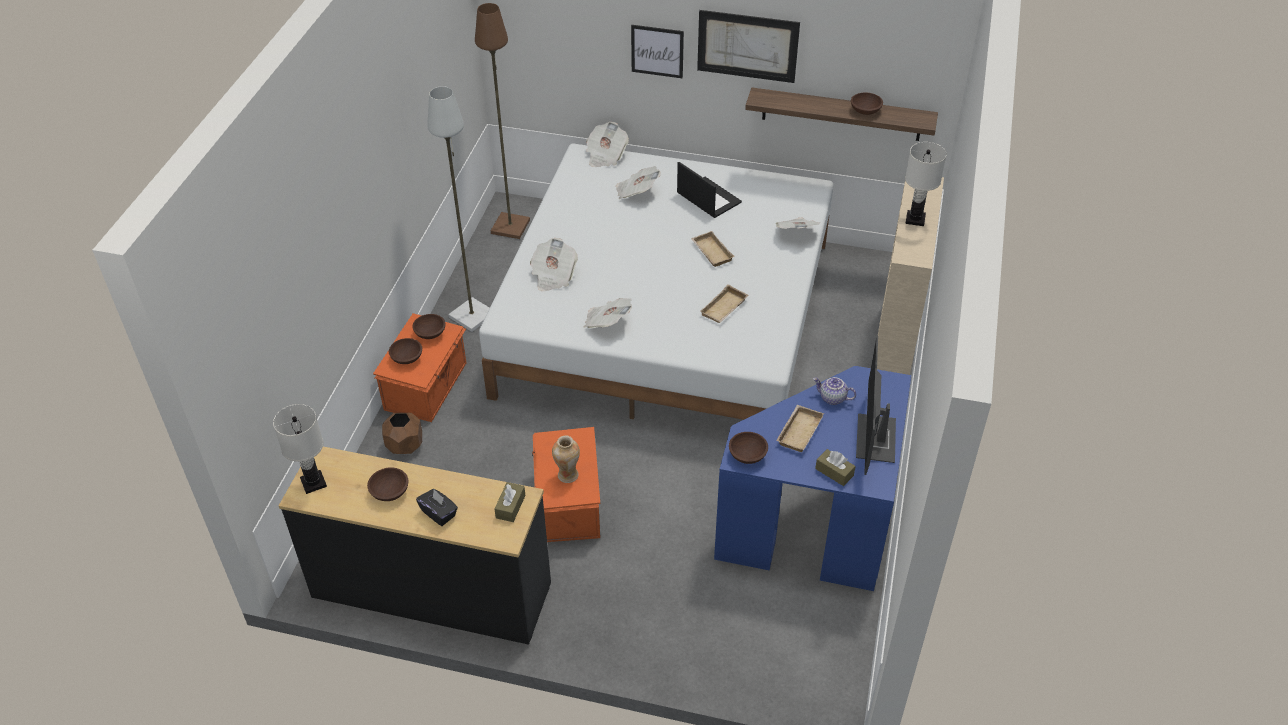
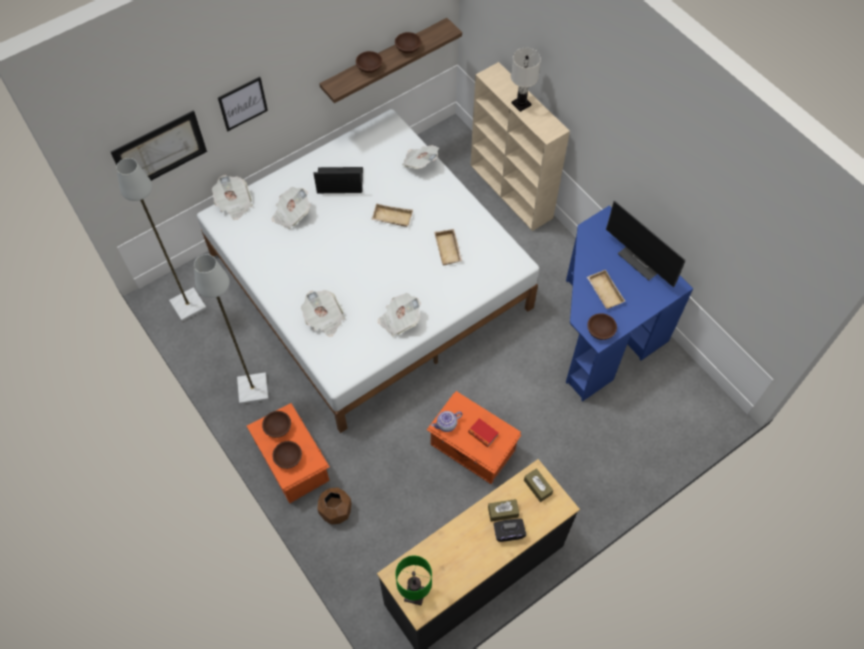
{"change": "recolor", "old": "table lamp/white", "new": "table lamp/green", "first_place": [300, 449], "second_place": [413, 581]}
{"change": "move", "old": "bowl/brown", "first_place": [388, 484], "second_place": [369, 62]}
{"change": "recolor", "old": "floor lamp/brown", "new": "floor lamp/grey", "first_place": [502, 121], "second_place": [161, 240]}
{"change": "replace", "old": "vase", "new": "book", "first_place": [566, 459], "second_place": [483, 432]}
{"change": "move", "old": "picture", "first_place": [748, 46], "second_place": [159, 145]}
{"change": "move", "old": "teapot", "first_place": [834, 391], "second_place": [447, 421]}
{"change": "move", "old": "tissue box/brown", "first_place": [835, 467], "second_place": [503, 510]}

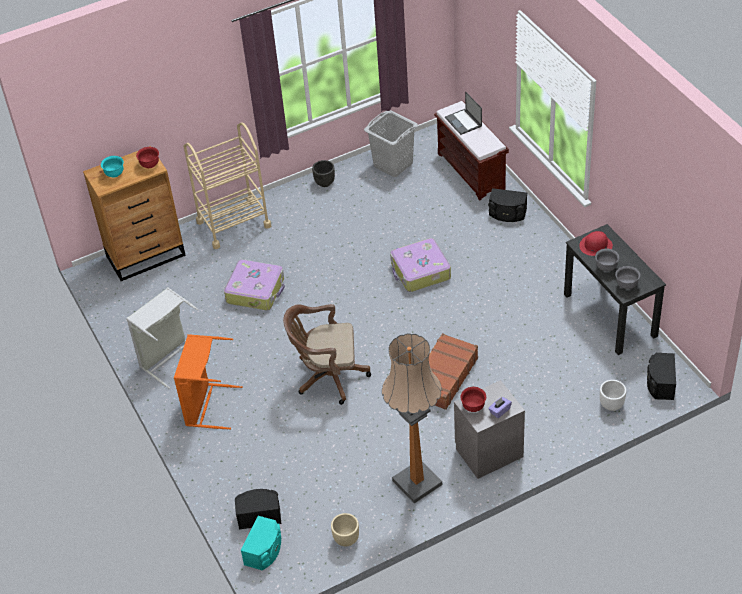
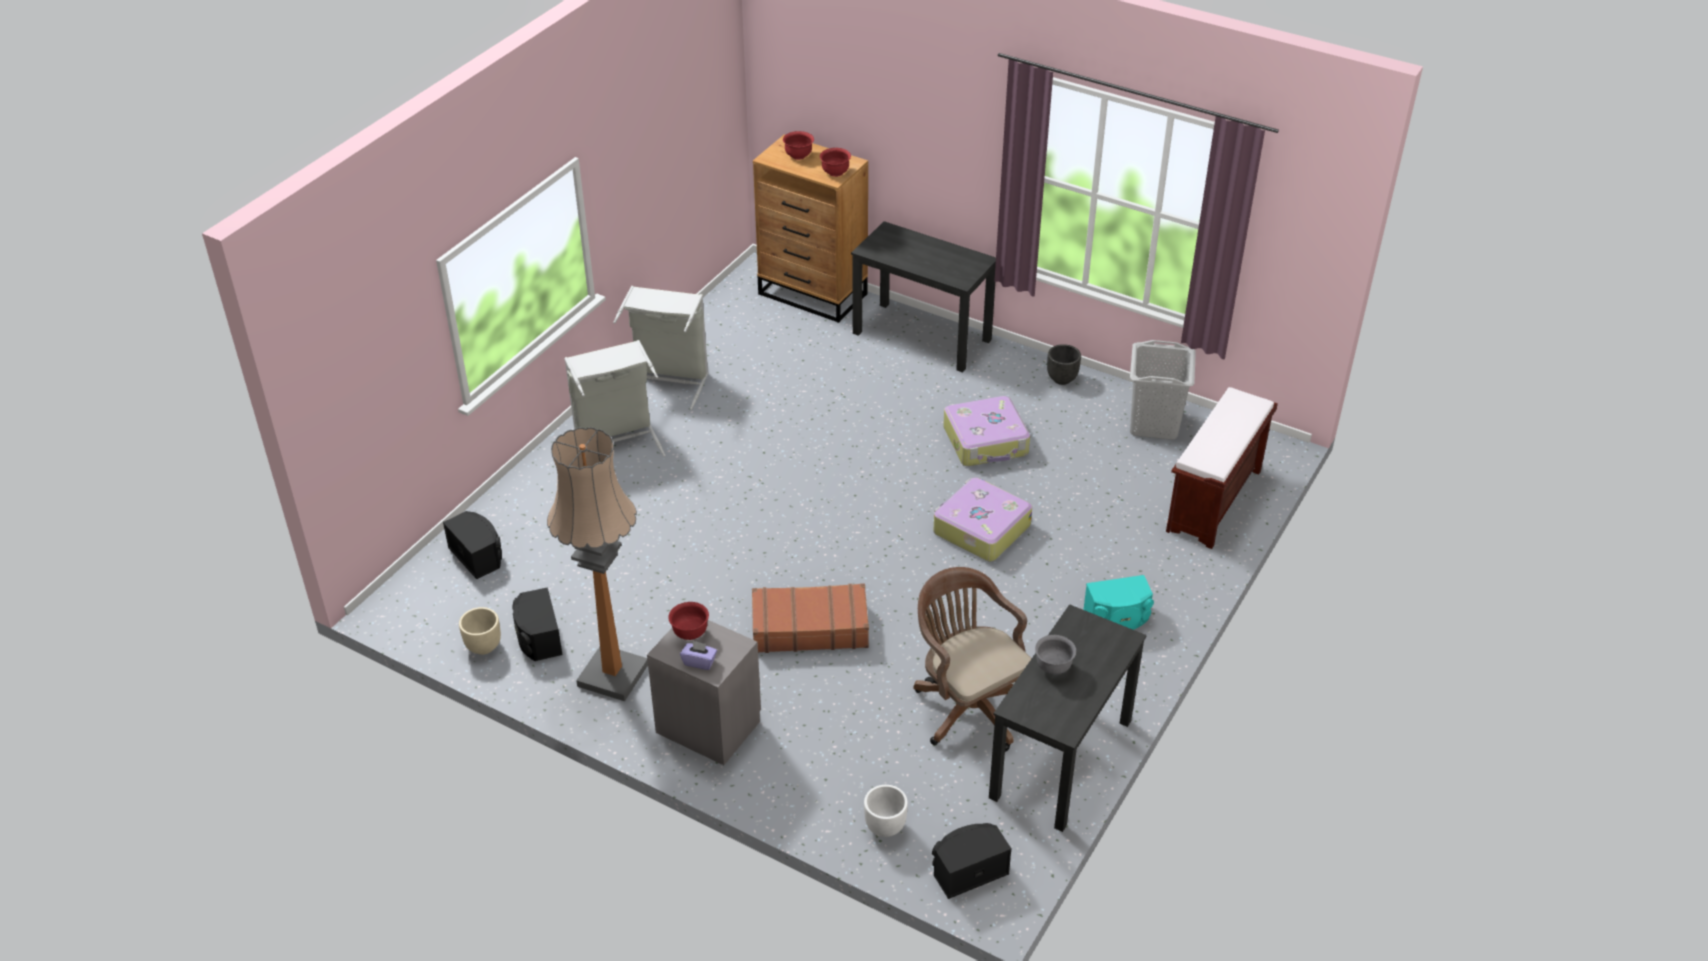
{"change": "recolor", "old": "bowl/turquoise", "new": "bowl/red", "first_place": [112, 167], "second_place": [798, 145]}
{"change": "recolor", "old": "laundry basket/orange", "new": "laundry basket/grey", "first_place": [208, 381], "second_place": [615, 398]}
{"change": "replace", "old": "cart/beige", "new": "desk/black", "first_place": [227, 185], "second_place": [923, 297]}
{"change": "move", "old": "suitcase", "first_place": [254, 285], "second_place": [986, 431]}
{"change": "move", "old": "speaker/turquoise", "first_place": [261, 543], "second_place": [1118, 602]}
{"change": "move", "old": "office chair/brown", "first_place": [327, 354], "second_place": [972, 659]}
{"change": "delete", "old": "laptop", "first_place": [463, 113]}
{"change": "move", "old": "speaker/black", "first_place": [507, 205], "second_place": [537, 624]}
{"change": "delete", "old": "hat/red", "first_place": [596, 243]}
{"change": "delete", "old": "bowl/grey", "first_place": [627, 277]}

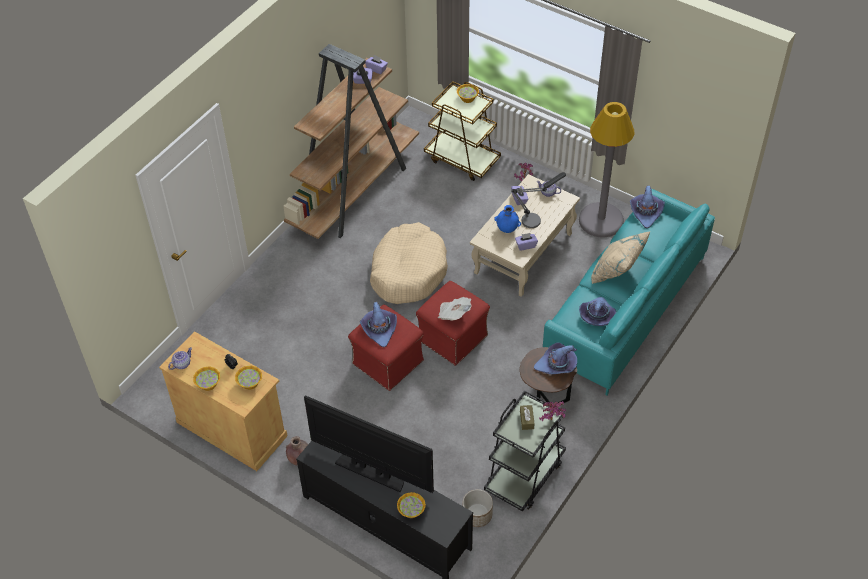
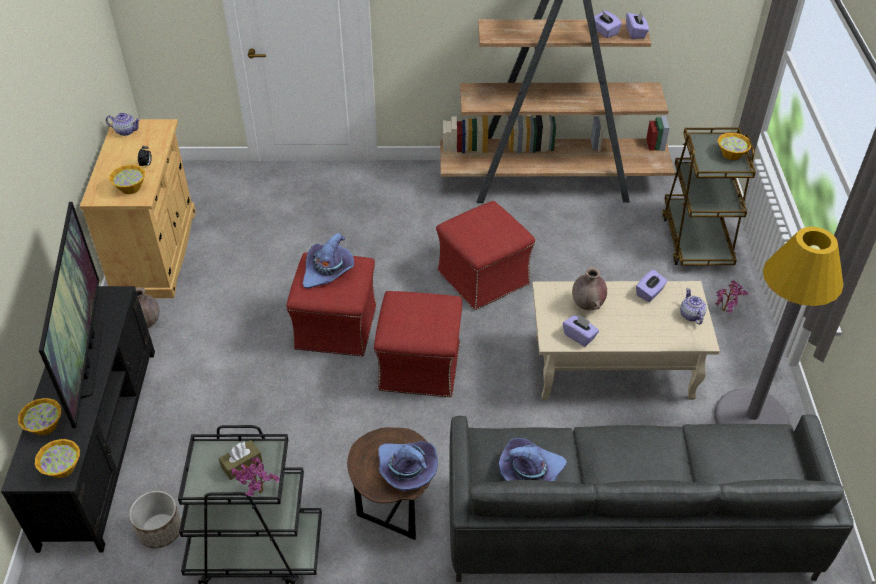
{"change": "move", "old": "bowl", "first_place": [206, 378], "second_place": [57, 458]}
{"change": "replace", "old": "dog bed/beige", "new": "ottoman/red", "first_place": [409, 263], "second_place": [485, 255]}
{"change": "delete", "old": "newspaper", "first_place": [454, 309]}
{"change": "recolor", "old": "vase/blue", "new": "vase/brown", "first_place": [507, 219], "second_place": [589, 288]}
{"change": "delete", "old": "table lamp", "first_place": [539, 200]}
{"change": "recolor", "old": "sofa/turquoise", "new": "sofa/grey", "first_place": [629, 292], "second_place": [651, 498]}
{"change": "delete", "old": "pillow/beige", "first_place": [621, 257]}
{"change": "delete", "old": "hat/purple", "first_place": [647, 206]}

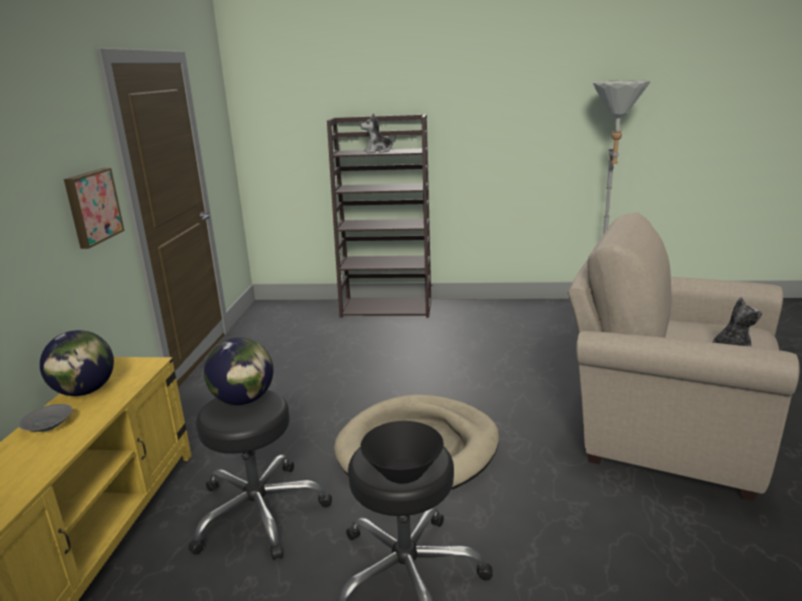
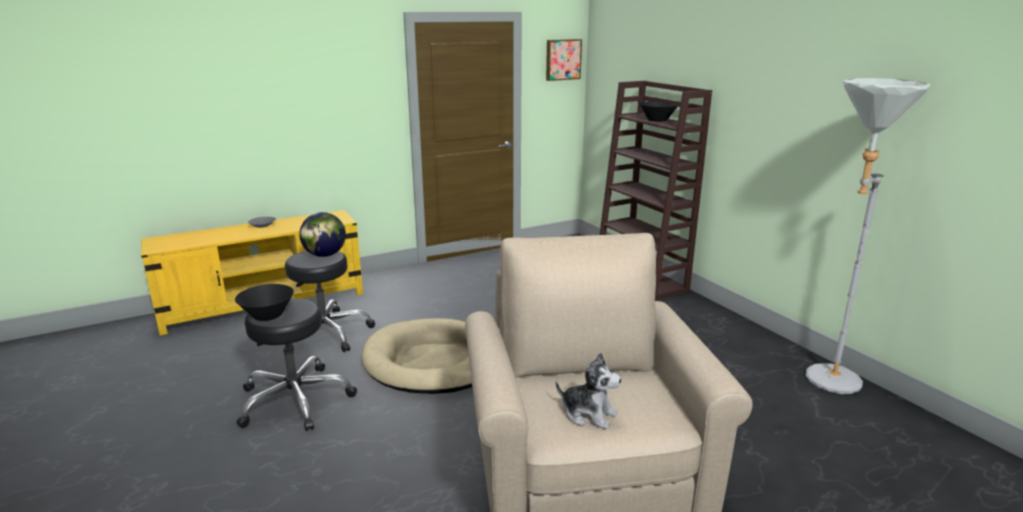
{"change": "delete", "old": "globe", "first_place": [77, 363]}
{"change": "move", "old": "picture", "first_place": [94, 208], "second_place": [564, 60]}
{"change": "replace", "old": "plush toy", "new": "bowl/black", "first_place": [378, 133], "second_place": [659, 111]}

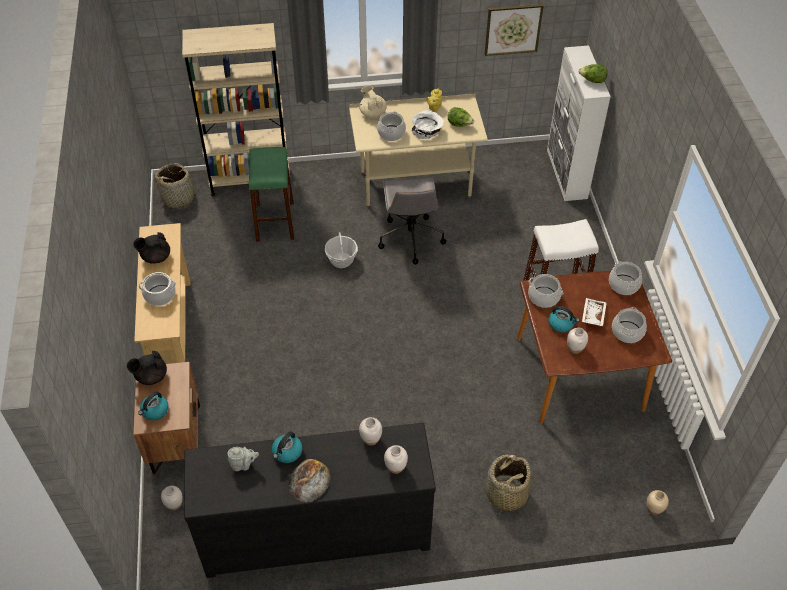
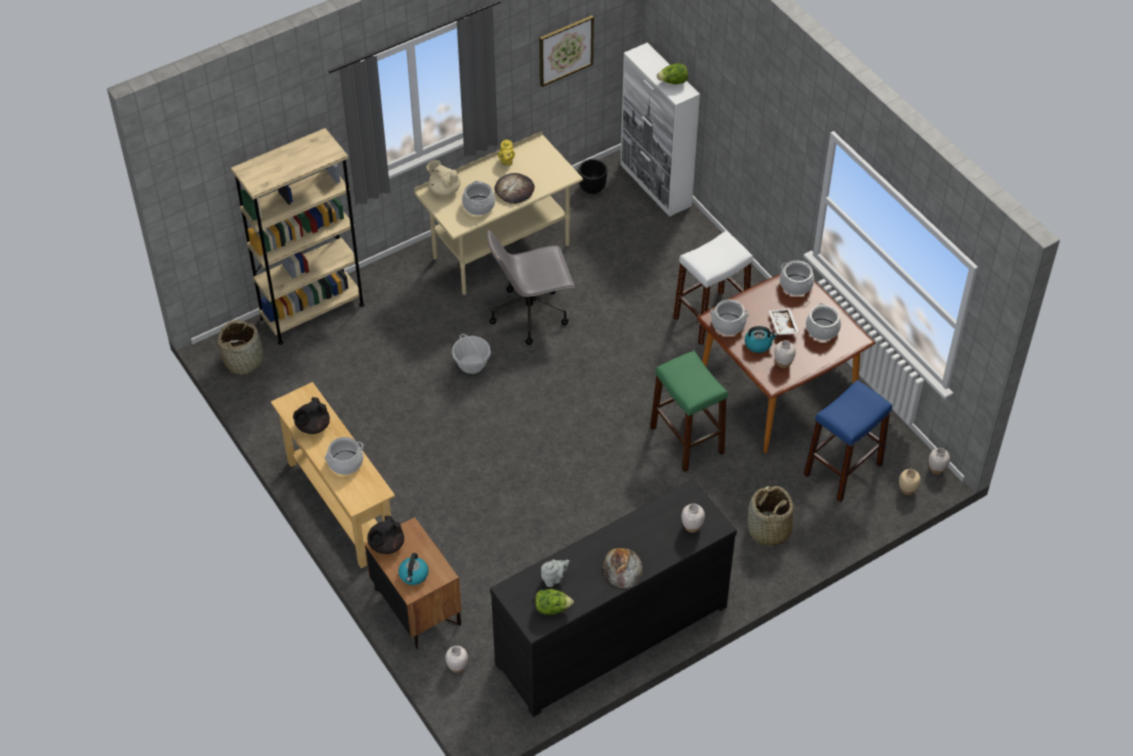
{"change": "move", "old": "stool/green", "first_place": [272, 194], "second_place": [689, 411]}
{"change": "delete", "old": "kettle", "first_place": [287, 447]}
{"change": "move", "old": "vase/white", "first_place": [370, 431], "second_place": [939, 461]}
{"change": "rotate", "old": "office chair/grey", "first_place": [412, 221], "second_place": [530, 287], "degrees": 105}
{"change": "replace", "old": "bowl/white", "new": "bread", "first_place": [428, 124], "second_place": [515, 188]}
{"change": "move", "old": "lettuce", "first_place": [461, 117], "second_place": [554, 602]}
{"change": "insert", "new": "planter/black", "second_place": [592, 176]}
{"change": "insert", "new": "stool/blue", "second_place": [848, 441]}

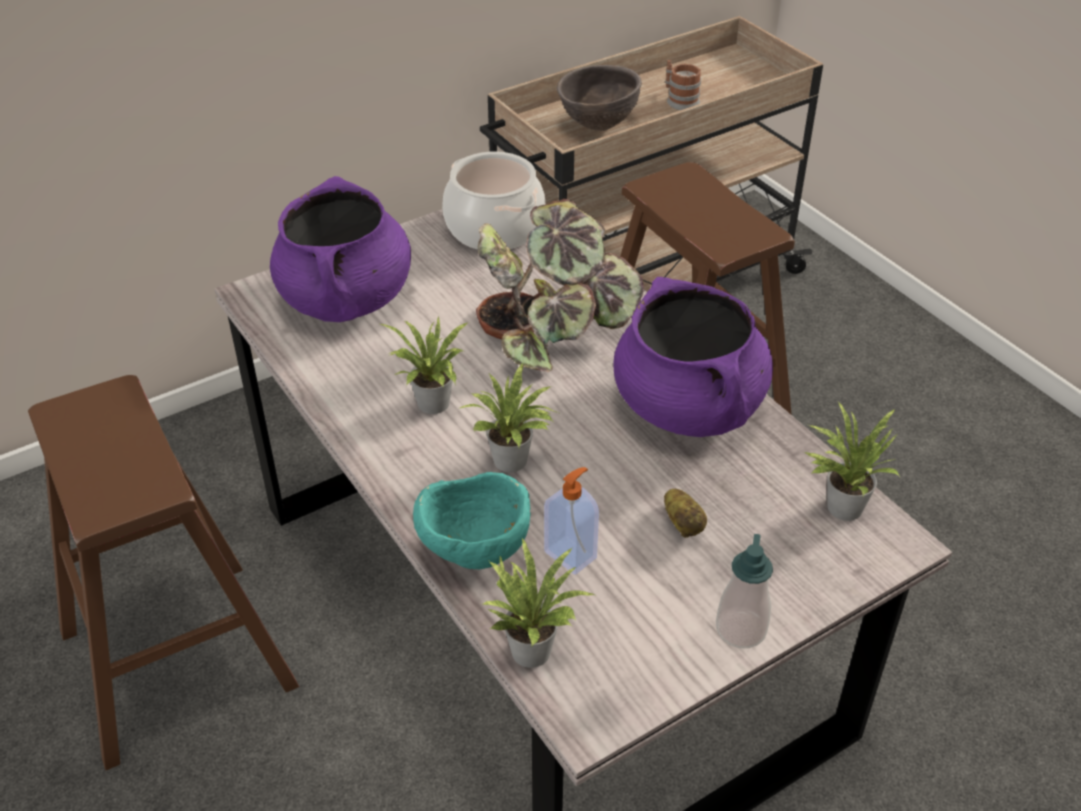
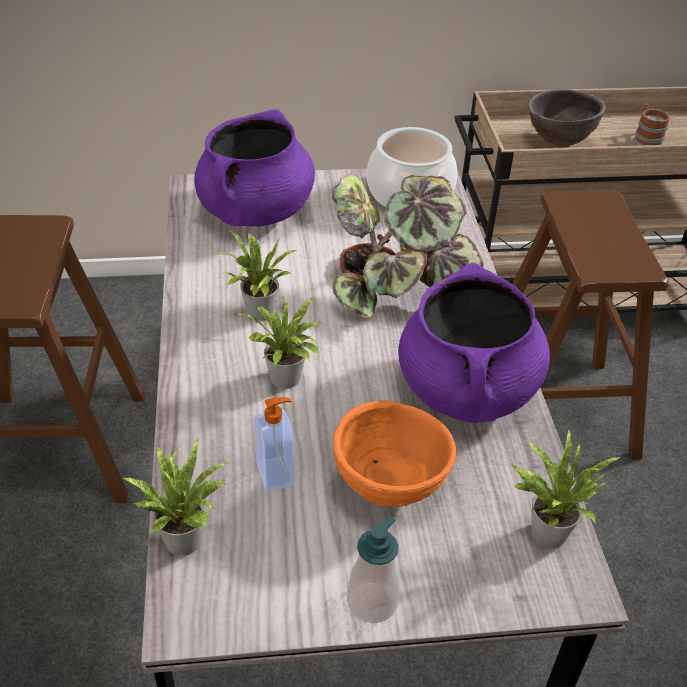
{"change": "delete", "old": "bowl/turquoise", "first_place": [472, 520]}
{"change": "replace", "old": "potato", "new": "bowl/orange", "first_place": [685, 513], "second_place": [394, 454]}

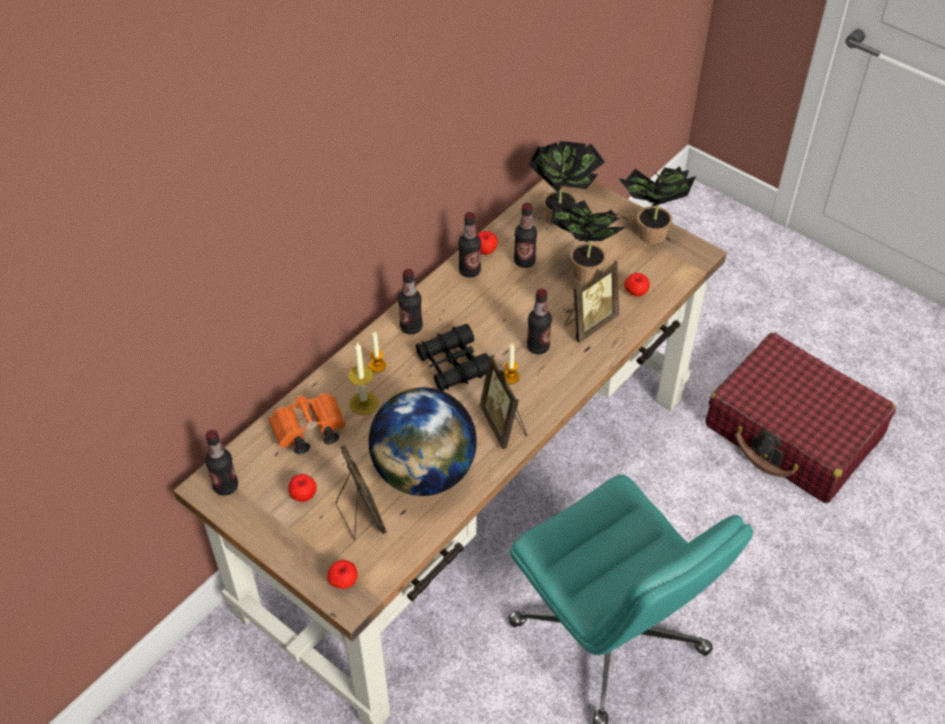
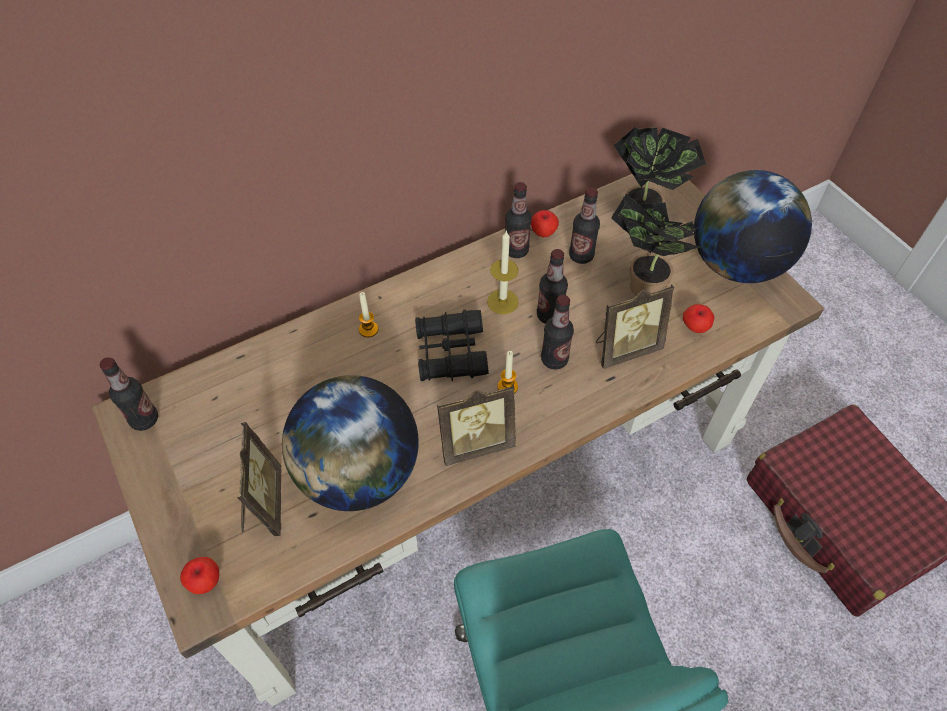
{"change": "delete", "old": "binoculars/orange", "first_place": [307, 423]}
{"change": "delete", "old": "apple", "first_place": [302, 488]}
{"change": "move", "old": "candle", "first_place": [363, 379], "second_place": [503, 272]}
{"change": "move", "old": "bottle", "first_place": [410, 302], "second_place": [552, 286]}
{"change": "rotate", "old": "picture frame", "first_place": [503, 402], "second_place": [476, 425], "degrees": -105}
{"change": "replace", "old": "potted plant", "new": "globe", "first_place": [657, 205], "second_place": [753, 226]}

